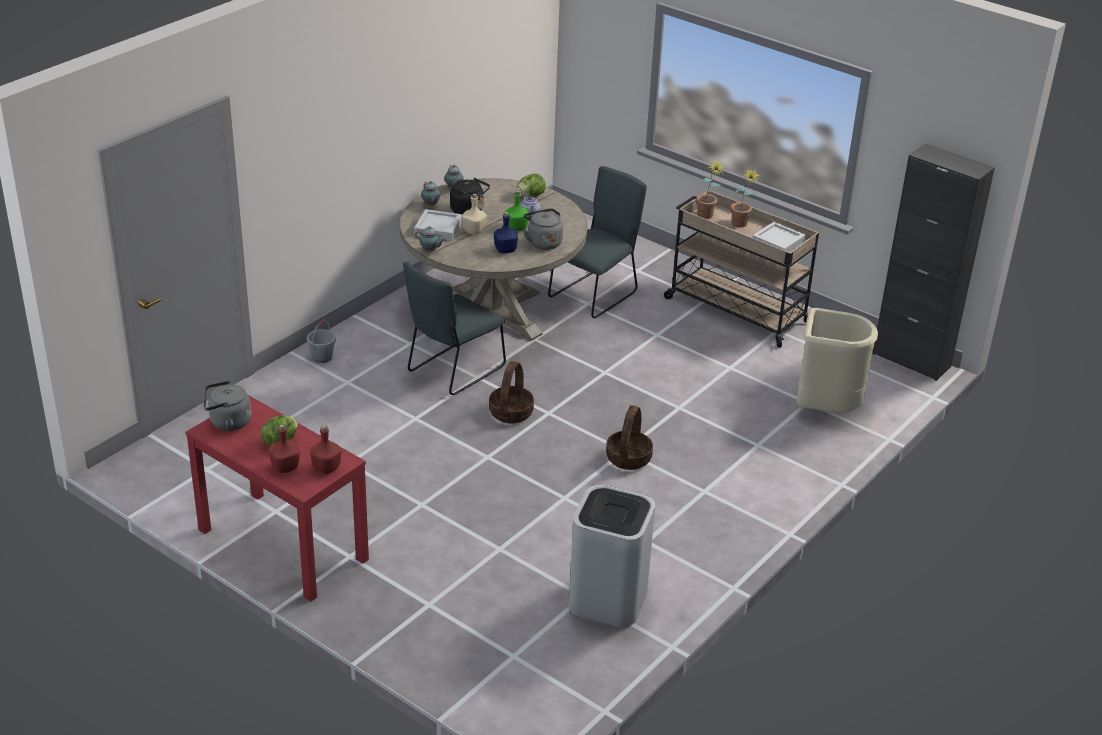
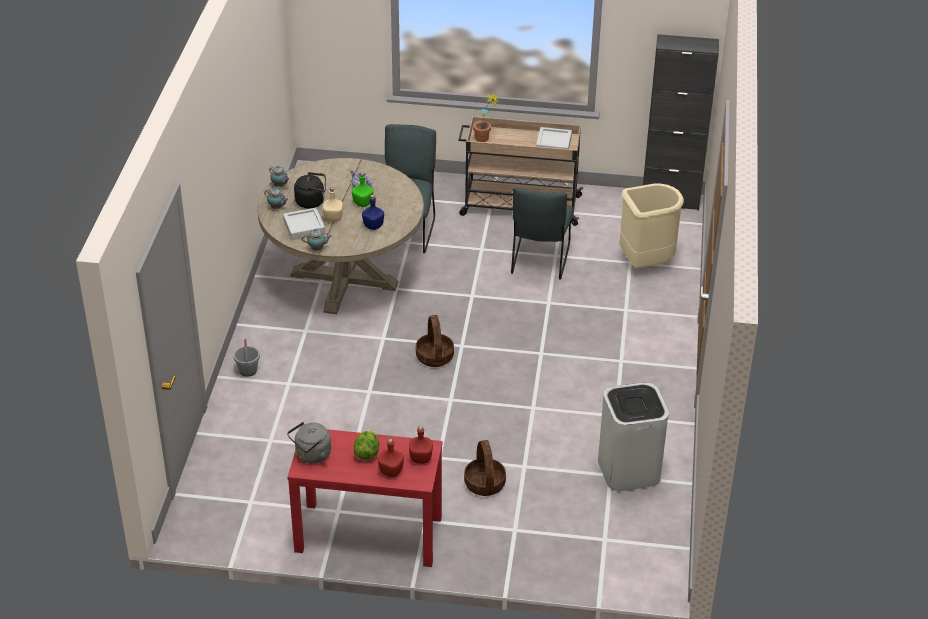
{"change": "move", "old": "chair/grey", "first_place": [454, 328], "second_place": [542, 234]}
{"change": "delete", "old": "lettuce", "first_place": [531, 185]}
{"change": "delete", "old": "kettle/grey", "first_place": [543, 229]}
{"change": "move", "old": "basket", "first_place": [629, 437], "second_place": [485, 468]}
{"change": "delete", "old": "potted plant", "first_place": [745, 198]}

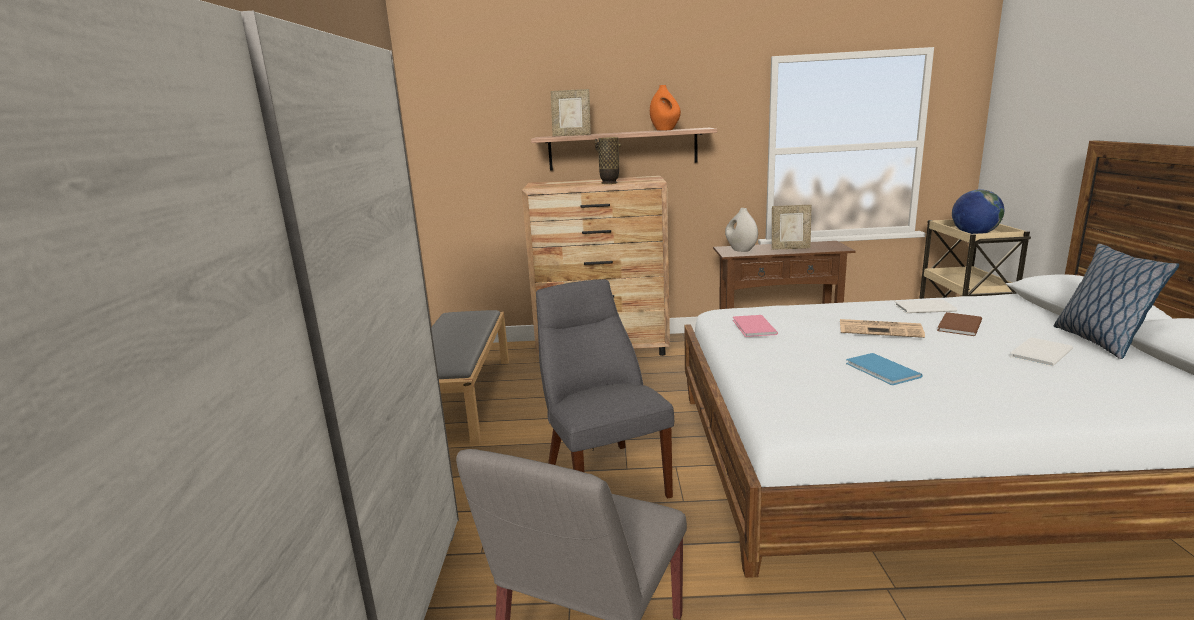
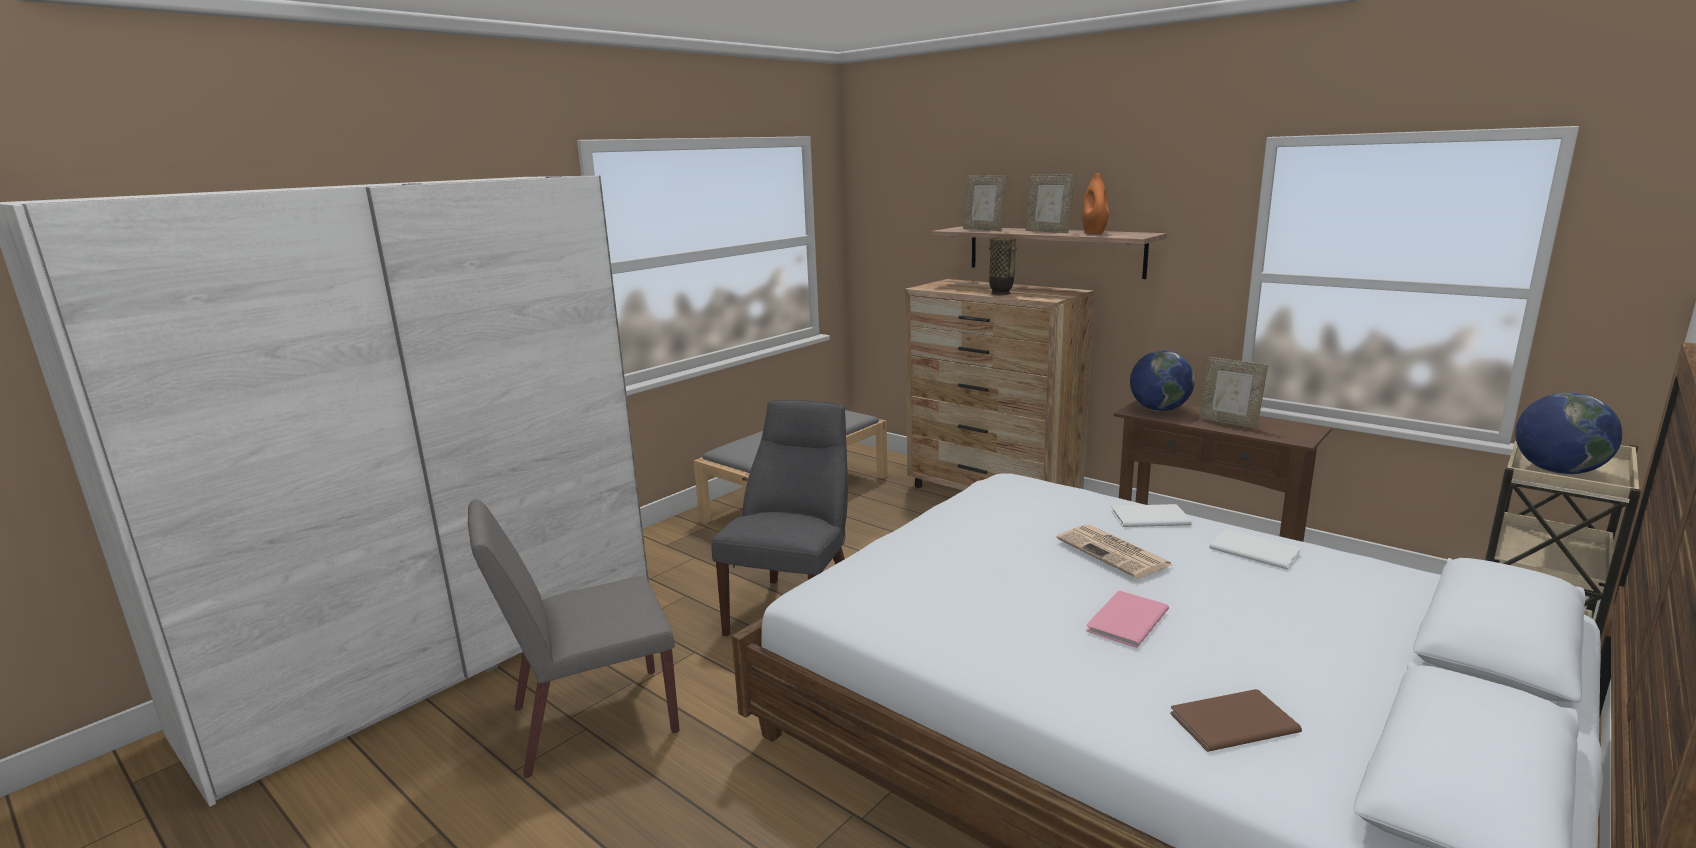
{"change": "replace", "old": "vase/white", "new": "globe", "first_place": [741, 230], "second_place": [1162, 381]}
{"change": "move", "old": "book/pink", "first_place": [755, 326], "second_place": [1127, 619]}
{"change": "delete", "old": "book/blue", "first_place": [884, 369]}
{"change": "move", "old": "book/brown", "first_place": [959, 324], "second_place": [1236, 720]}
{"change": "move", "old": "book/white", "first_place": [1041, 352], "second_place": [1151, 515]}
{"change": "delete", "old": "pillow", "first_place": [1116, 301]}
{"change": "insert", "new": "picture frame", "second_place": [1050, 203]}

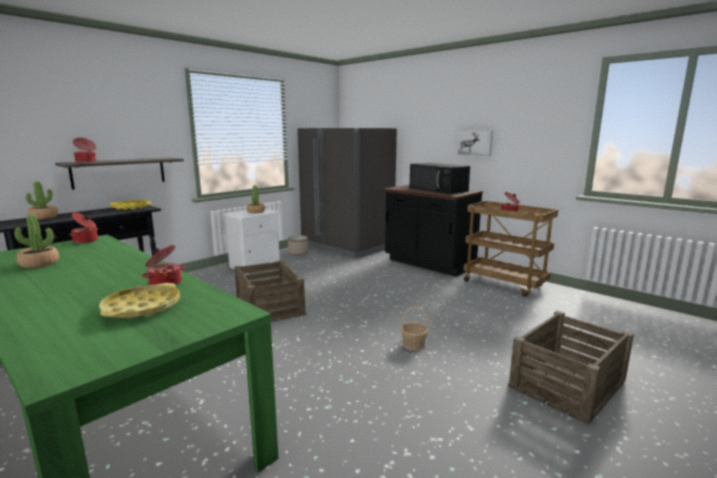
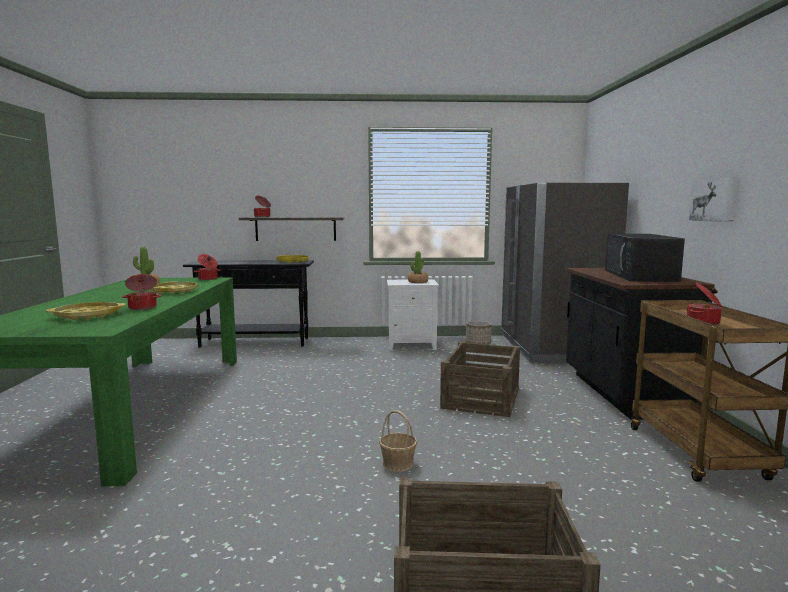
{"change": "delete", "old": "potted plant", "first_place": [42, 200]}
{"change": "move", "old": "crate", "first_place": [270, 291], "second_place": [480, 379]}
{"change": "insert", "new": "tray/yellow", "second_place": [174, 287]}

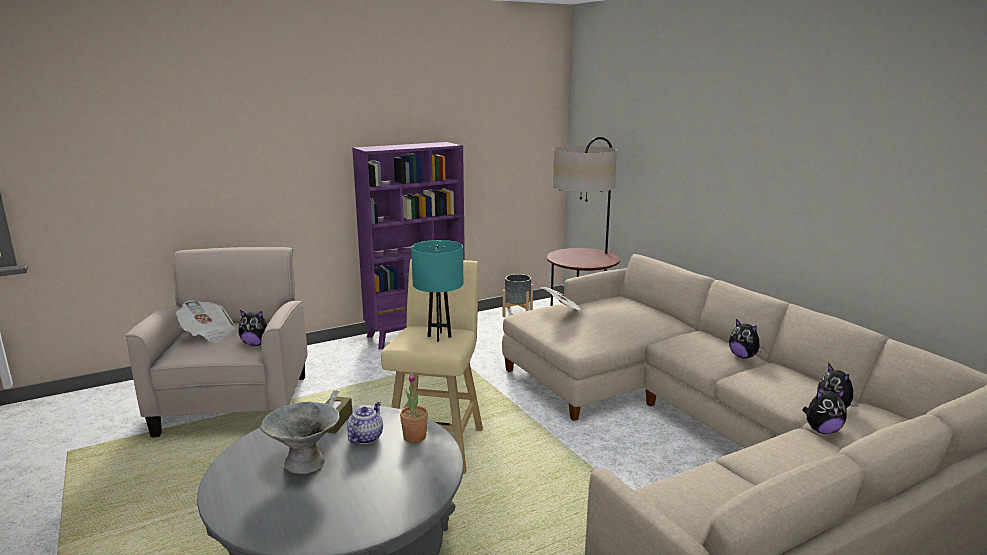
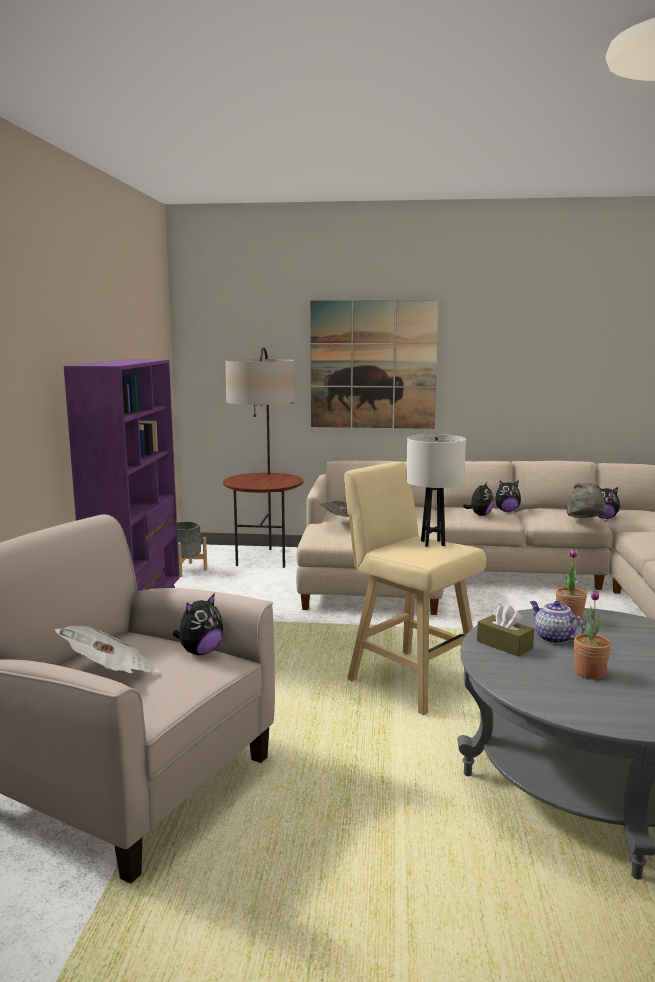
{"change": "replace", "old": "bowl/grey", "new": "potted plant", "first_place": [300, 438], "second_place": [592, 634]}
{"change": "recolor", "old": "table lamp/turquoise", "new": "table lamp/white", "first_place": [437, 291], "second_place": [436, 490]}
{"change": "move", "old": "plush toy", "first_place": [824, 411], "second_place": [478, 499]}
{"change": "insert", "new": "picture", "second_place": [374, 364]}
{"change": "insert", "new": "hat/grey", "second_place": [585, 500]}

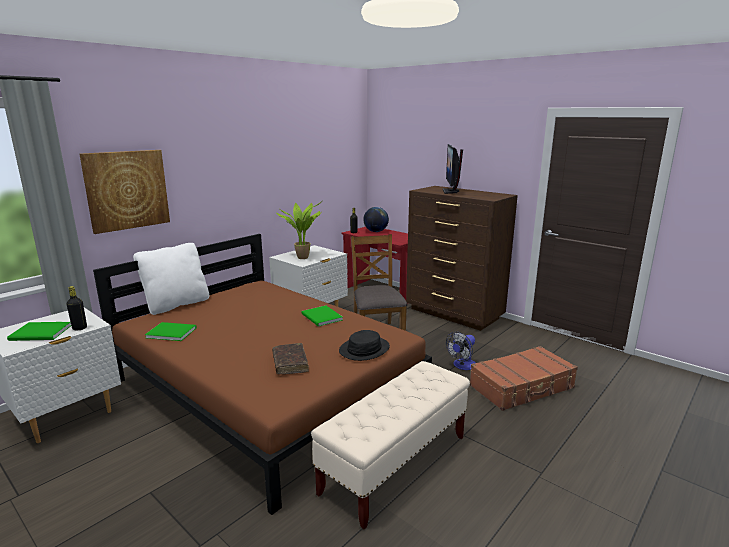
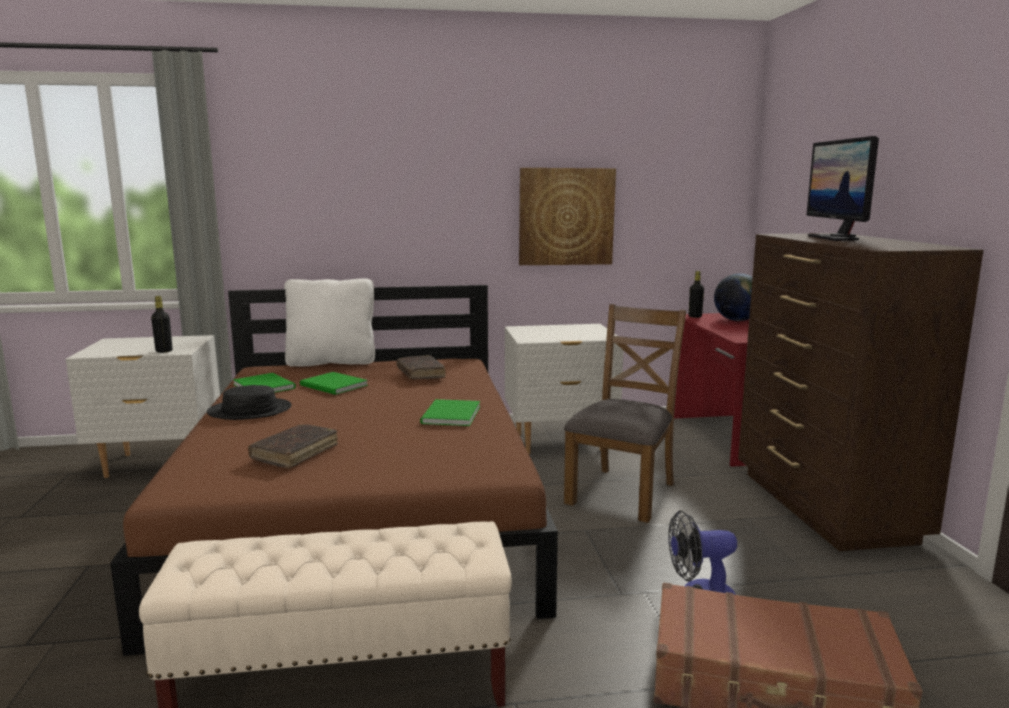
{"change": "move", "old": "book/green", "first_place": [39, 331], "second_place": [334, 383]}
{"change": "move", "old": "picture", "first_place": [125, 192], "second_place": [567, 216]}
{"change": "delete", "old": "potted plant", "first_place": [300, 229]}
{"change": "move", "old": "hat/black", "first_place": [364, 345], "second_place": [249, 402]}
{"change": "rotate", "old": "monitor", "first_place": [452, 169], "second_place": [842, 188], "degrees": -45}
{"change": "insert", "new": "book/brown", "second_place": [421, 367]}

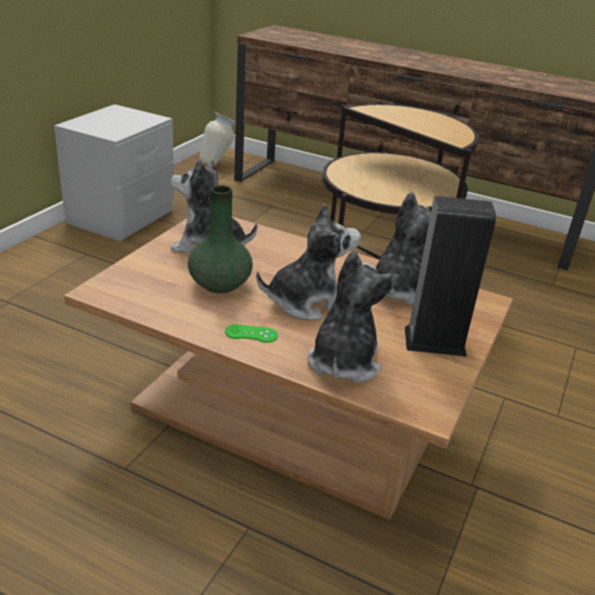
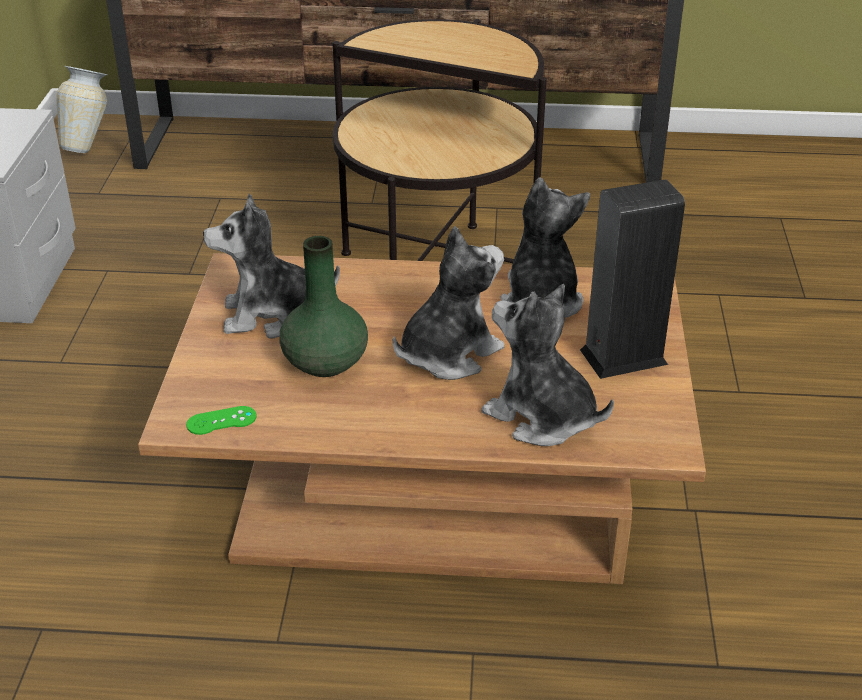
{"change": "move", "old": "game controller/green", "first_place": [251, 333], "second_place": [221, 420]}
{"change": "rotate", "old": "plush toy", "first_place": [353, 316], "second_place": [547, 365], "degrees": -45}

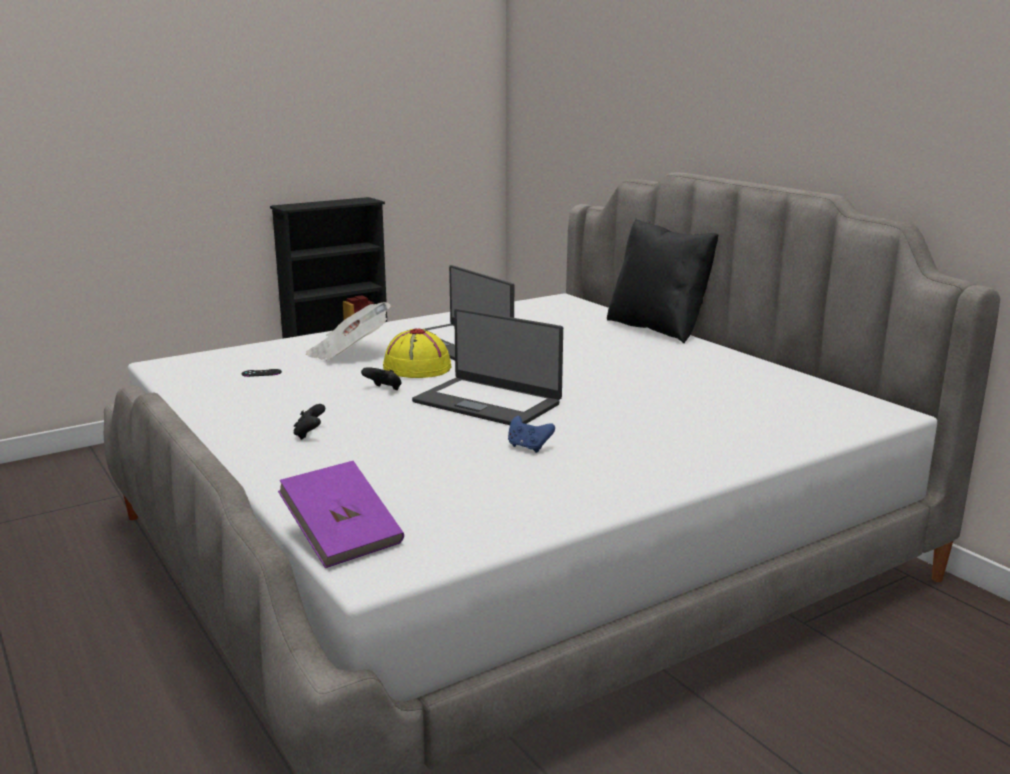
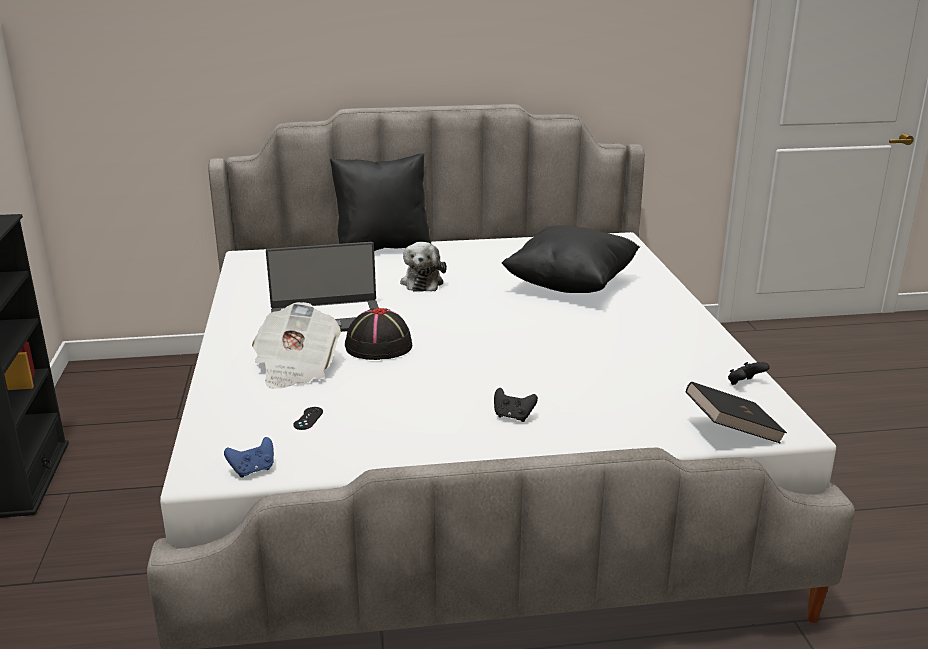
{"change": "recolor", "old": "book/purple", "new": "book/black", "first_place": [341, 514], "second_place": [736, 413]}
{"change": "move", "old": "game controller/black", "first_place": [381, 378], "second_place": [749, 373]}
{"change": "recolor", "old": "hat/yellow", "new": "hat/black", "first_place": [417, 353], "second_place": [378, 334]}
{"change": "delete", "old": "laptop", "first_place": [487, 366]}
{"change": "move", "old": "game controller/blue", "first_place": [531, 434], "second_place": [249, 457]}
{"change": "insert", "new": "plush toy", "second_place": [423, 267]}
{"change": "insert", "new": "pillow/black", "second_place": [570, 259]}

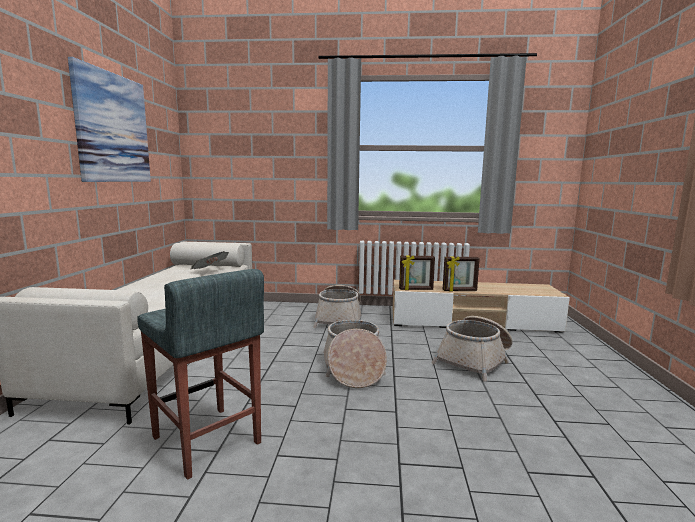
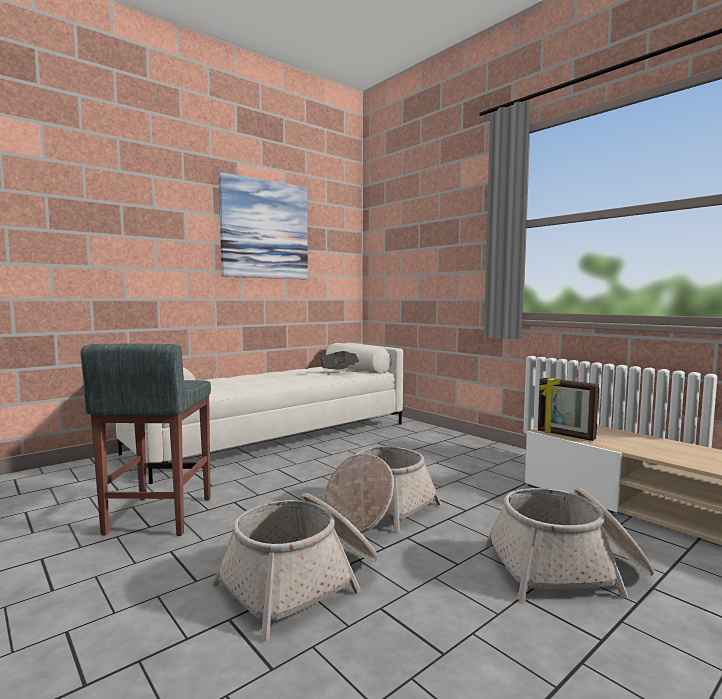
{"change": "move", "old": "basket", "first_place": [337, 306], "second_place": [295, 566]}
{"change": "delete", "old": "picture frame", "first_place": [461, 273]}

